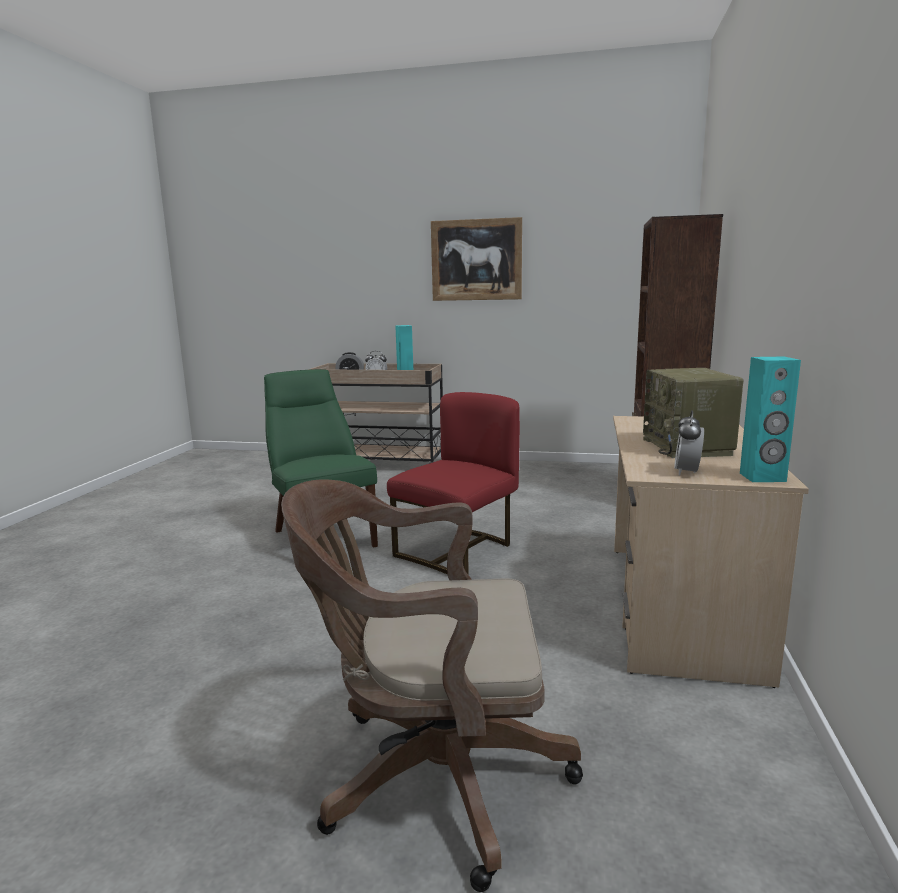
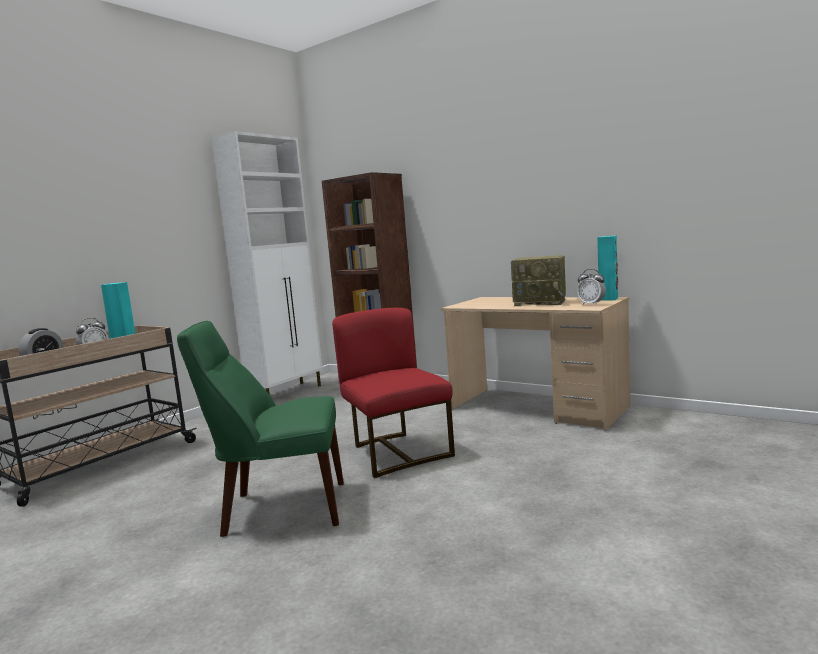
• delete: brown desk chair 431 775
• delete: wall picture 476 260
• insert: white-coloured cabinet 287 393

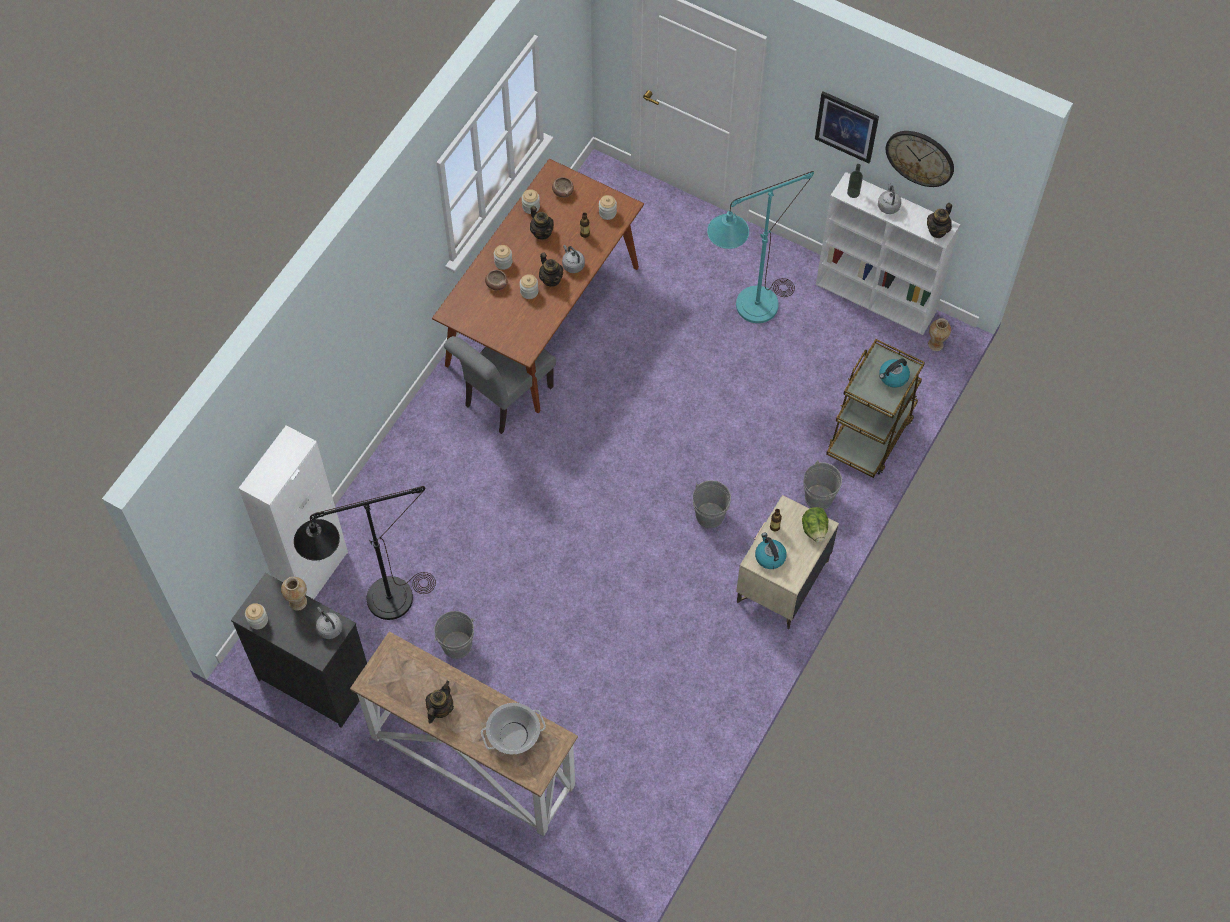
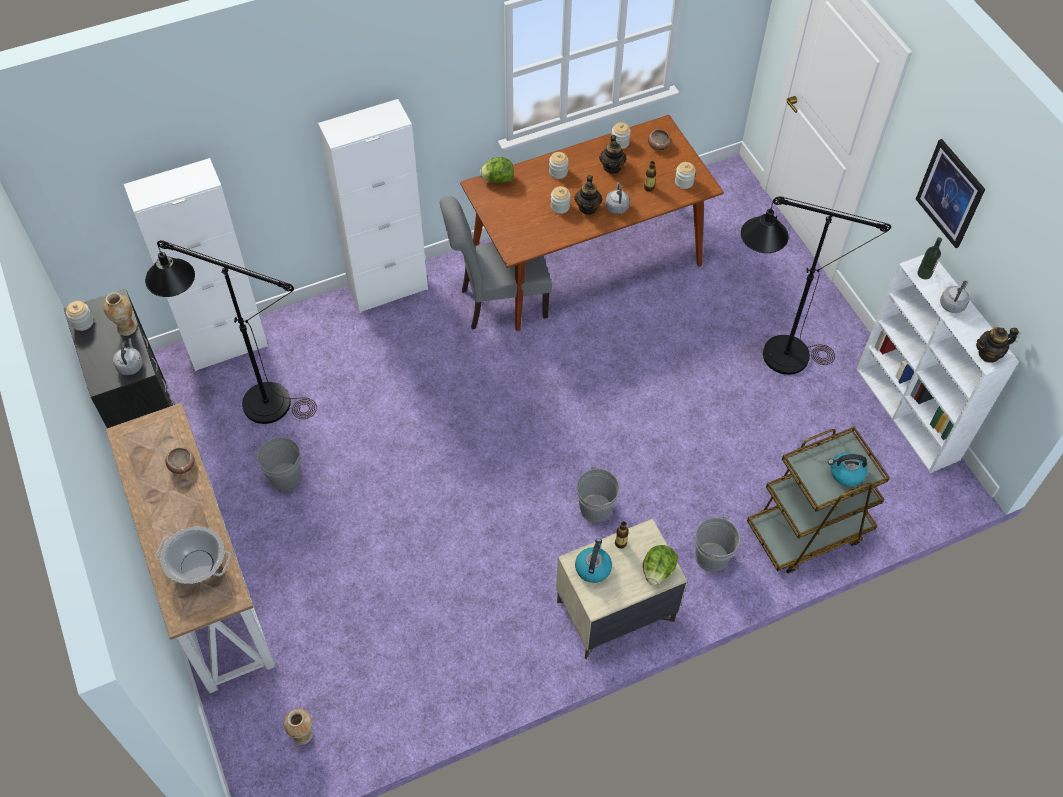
• delete: tea pot 440 709
• move: bowl 496 284 to 182 465
• recolor: turquoise-coloured standing lamp 747 311 to blackish standing lamp 772 355
• delete: clock on the wall 920 157
• move: vase 936 344 to 303 735
• insert: white-coloured cabinet 388 289
• insert: lettuce 497 180

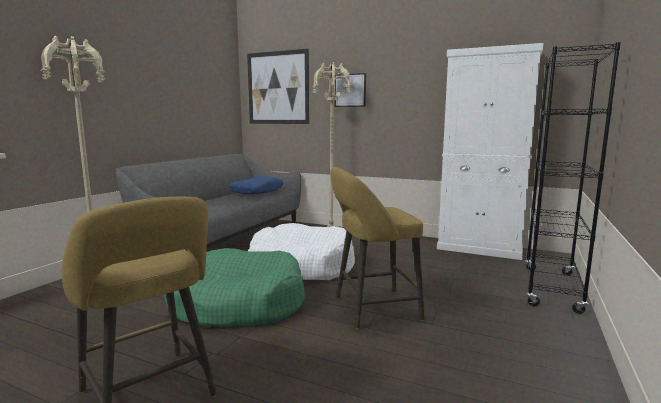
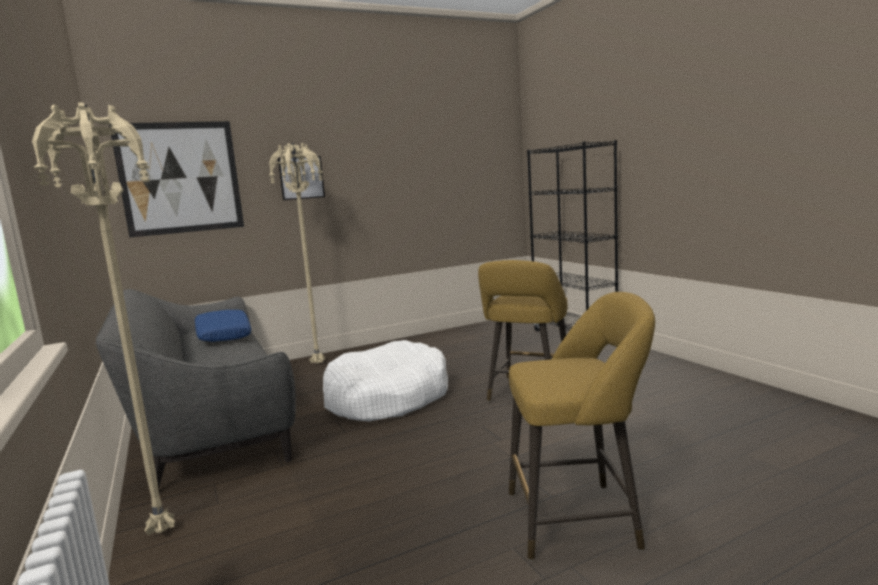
• delete: green dog cushion 238 303
• delete: white-coloured cabinet 479 248

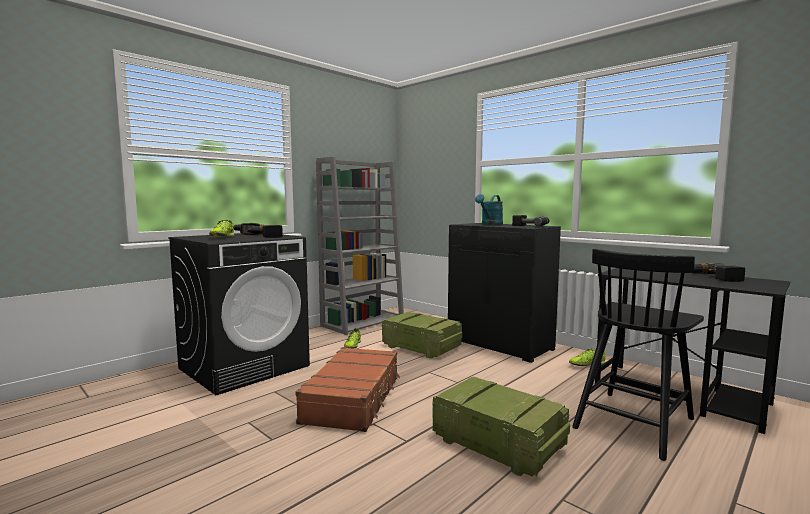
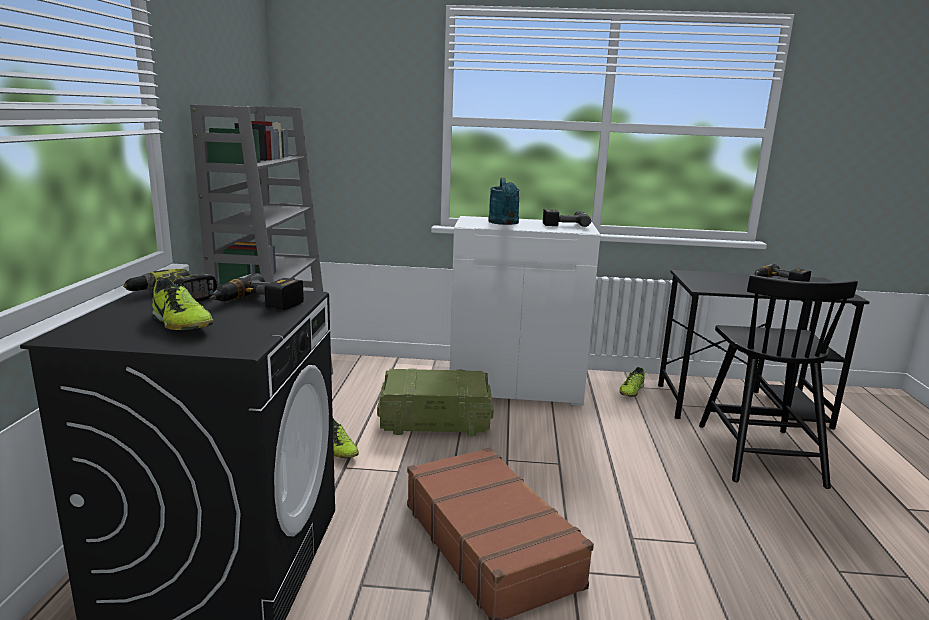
• delete: shipping crate 499 443
• recolor: blackish cabinet 500 344 to white-coloured cabinet 516 387

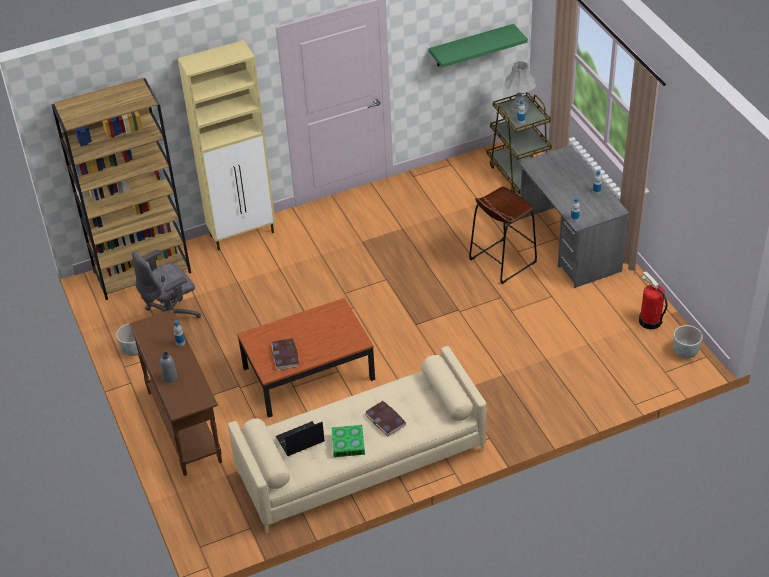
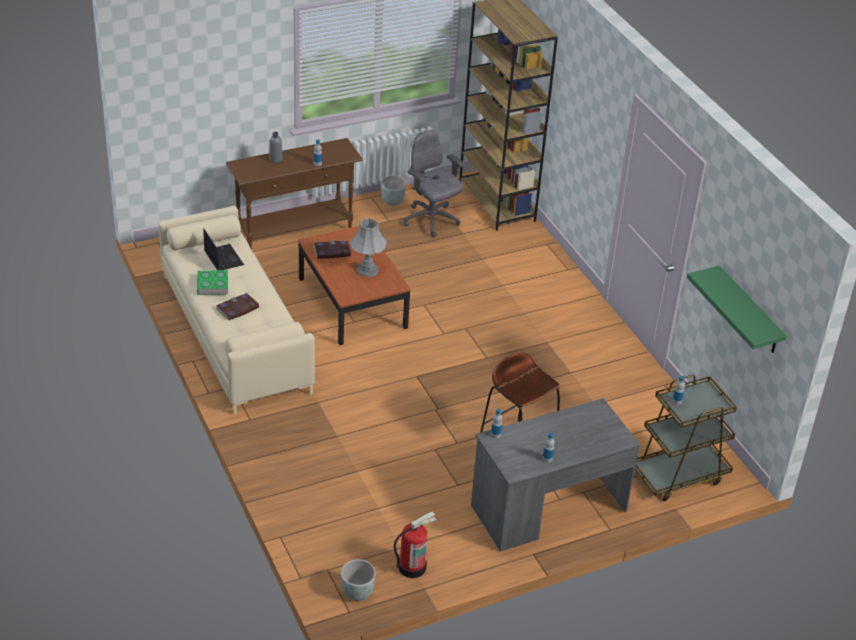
• delete: sand-coloured cabinet 243 234
• move: greyish tabletop lamp 519 107 to 367 270

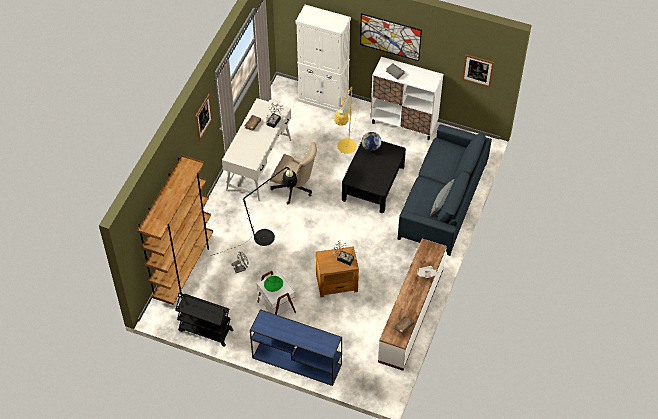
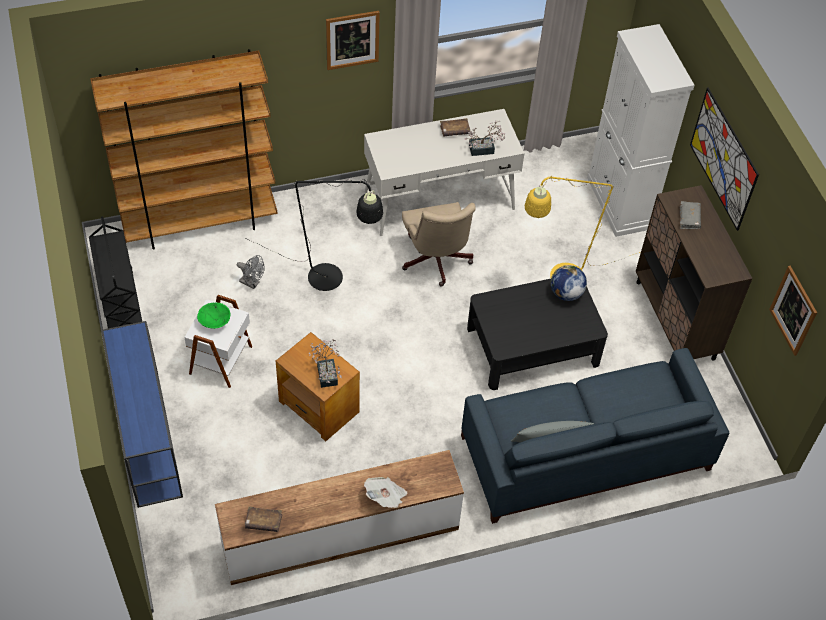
• recolor: white-coloured cabinet 404 124 to brown cabinet 675 320

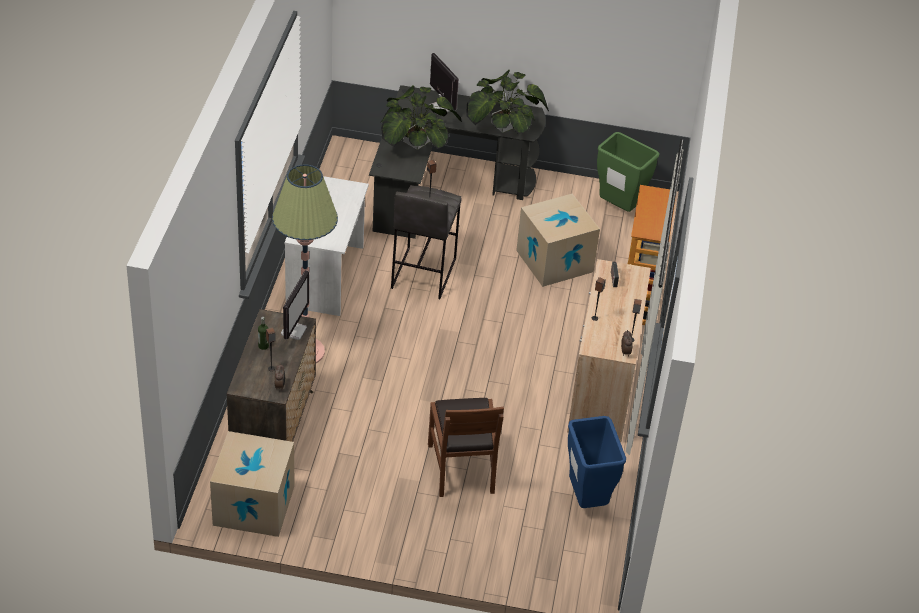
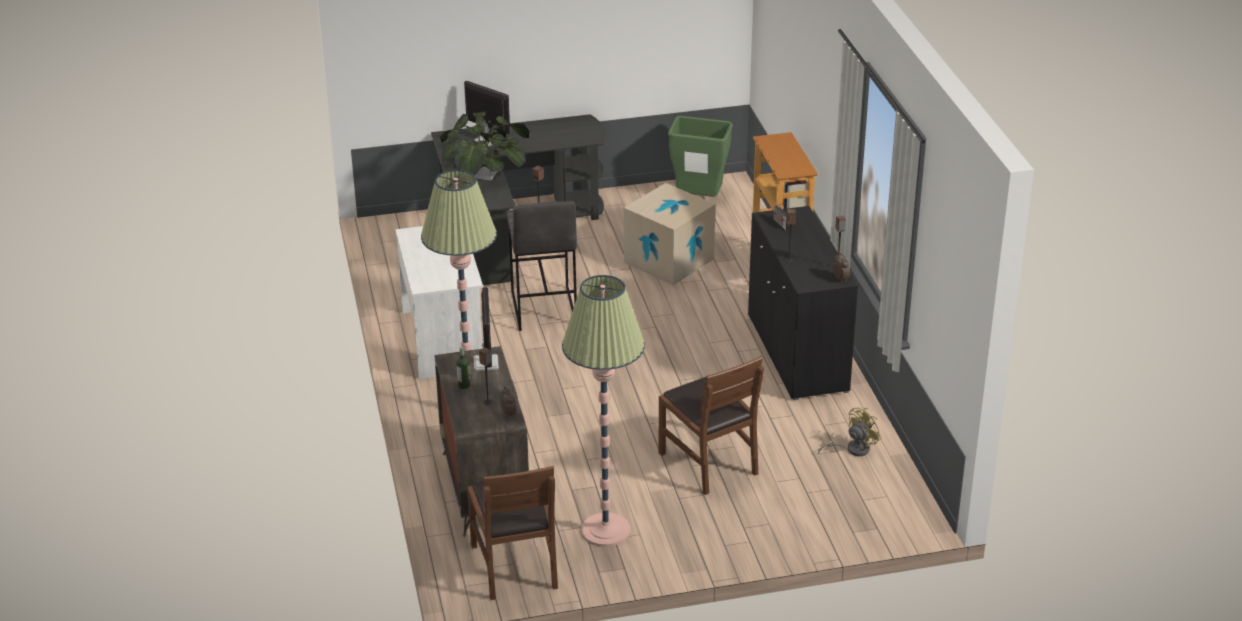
• replace: packing box 254 505 to brown plain chair 515 565
• delete: houseplant 504 124
• recolor: sand-coloured cabinet 602 389 to blackish cabinet 797 353
• replace: blue-coloured trash can 586 499 to yellowish fan 852 449
• insert: standing lamp 605 530

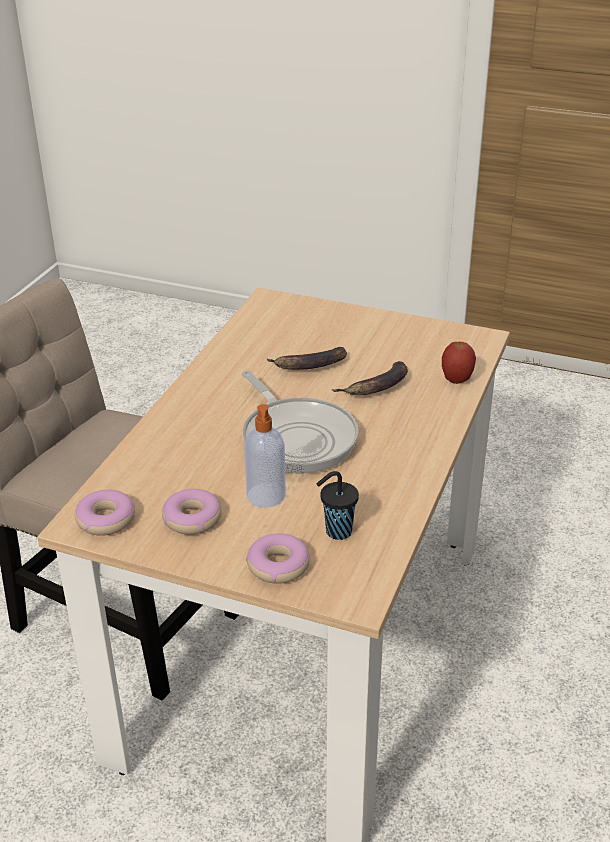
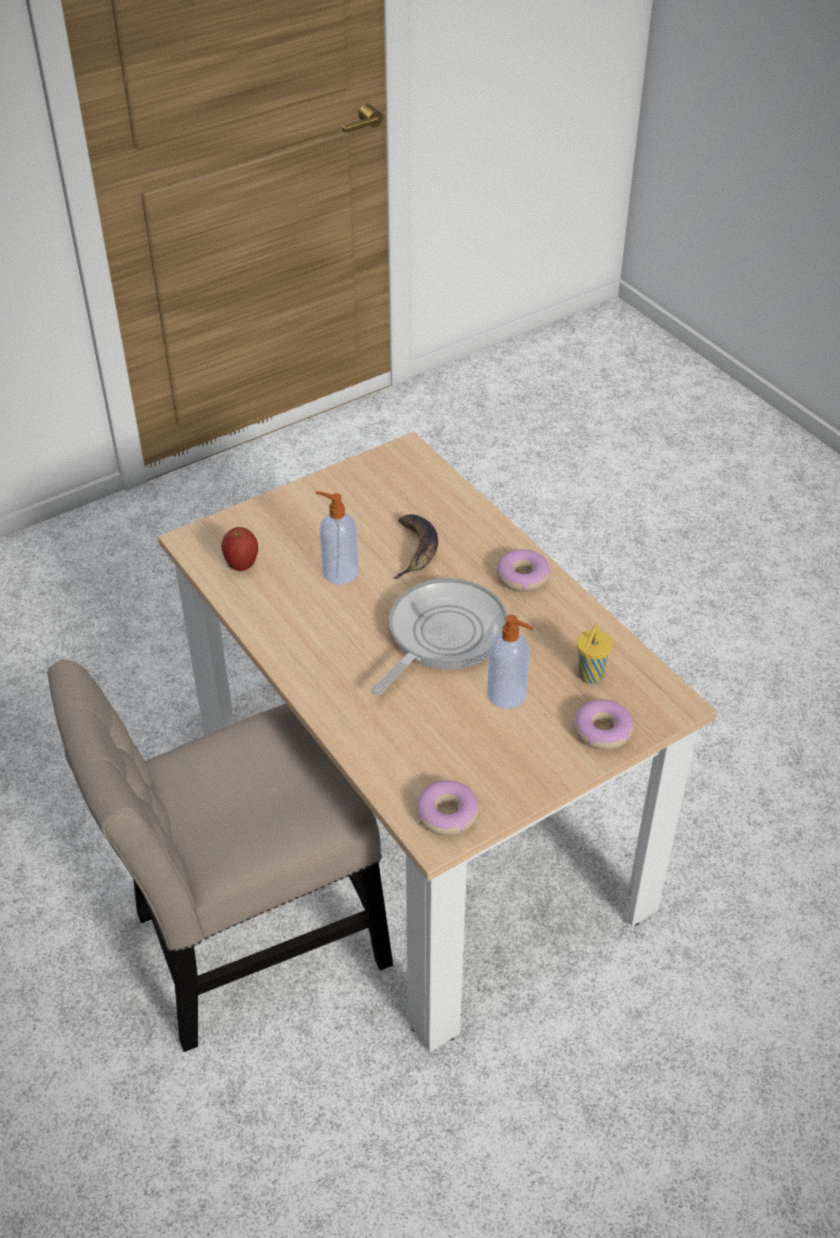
• move: donut 192 518 to 522 577
• rotate: frying pan 296 438 = 442 636 60 degrees counterclockwise
• replace: whole banana 309 365 to soap dispenser 339 572
• recolor: blackish small cup 337 532 to yellowish small cup 589 676
• move: apple fruit 456 380 to 242 566

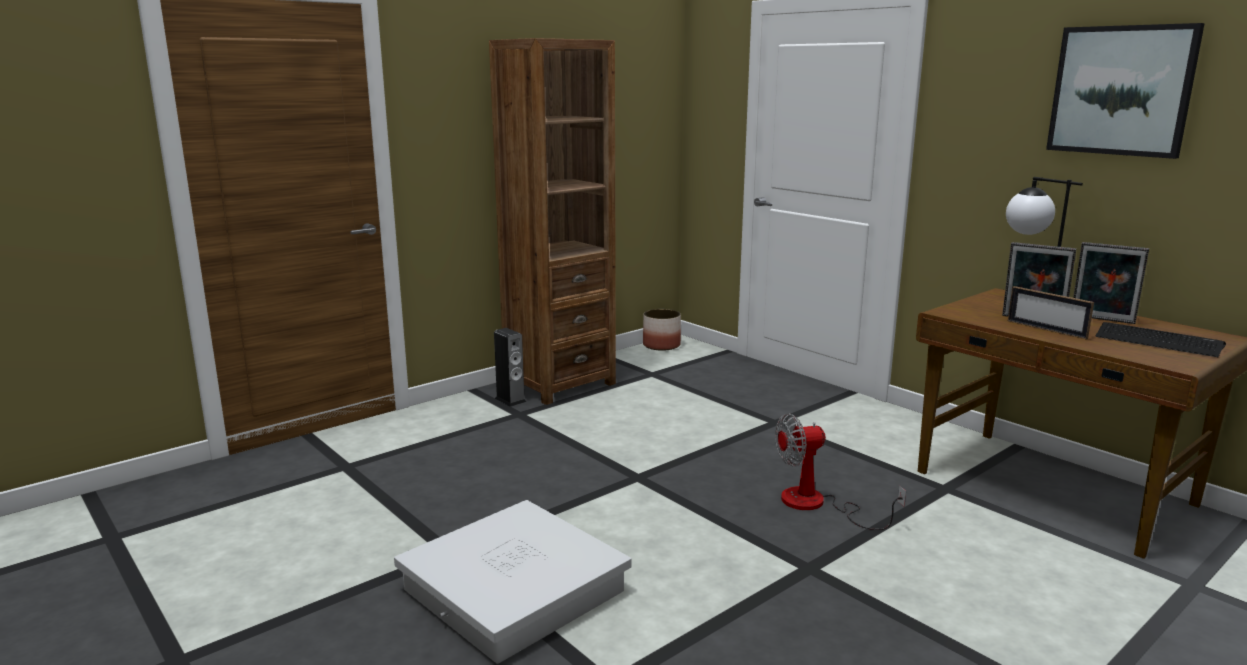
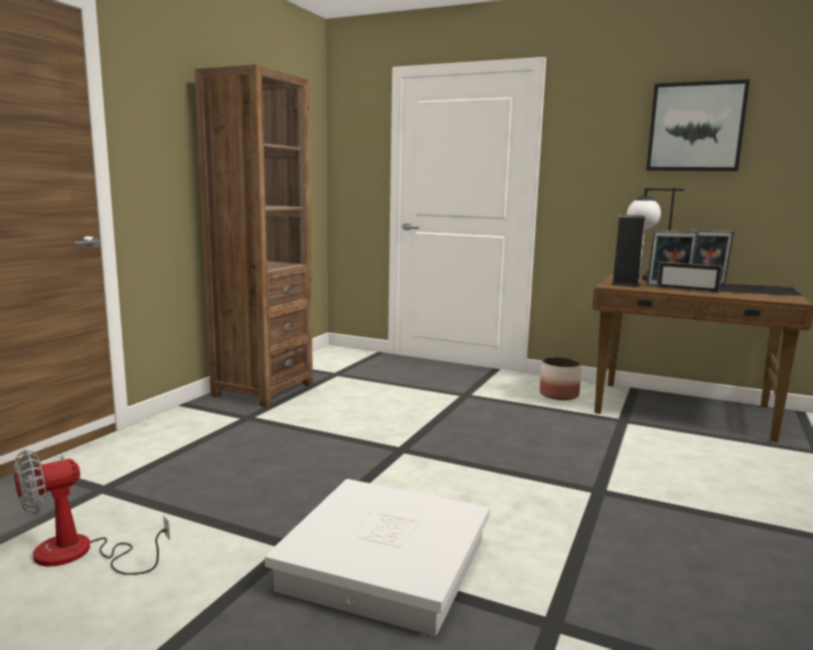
• move: speaker 510 400 to 625 284
• move: flower pot 662 345 to 559 394
• move: fan 817 505 to 79 554

